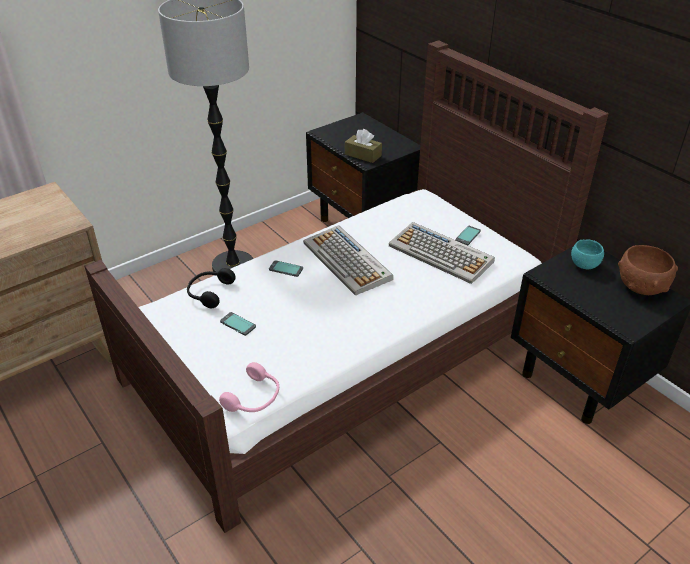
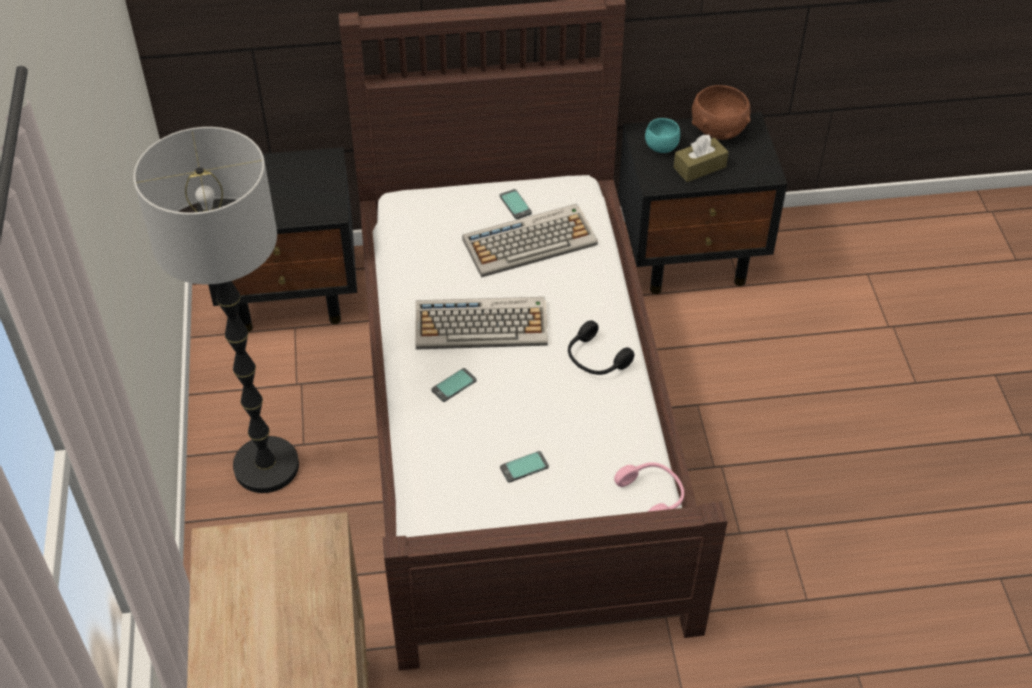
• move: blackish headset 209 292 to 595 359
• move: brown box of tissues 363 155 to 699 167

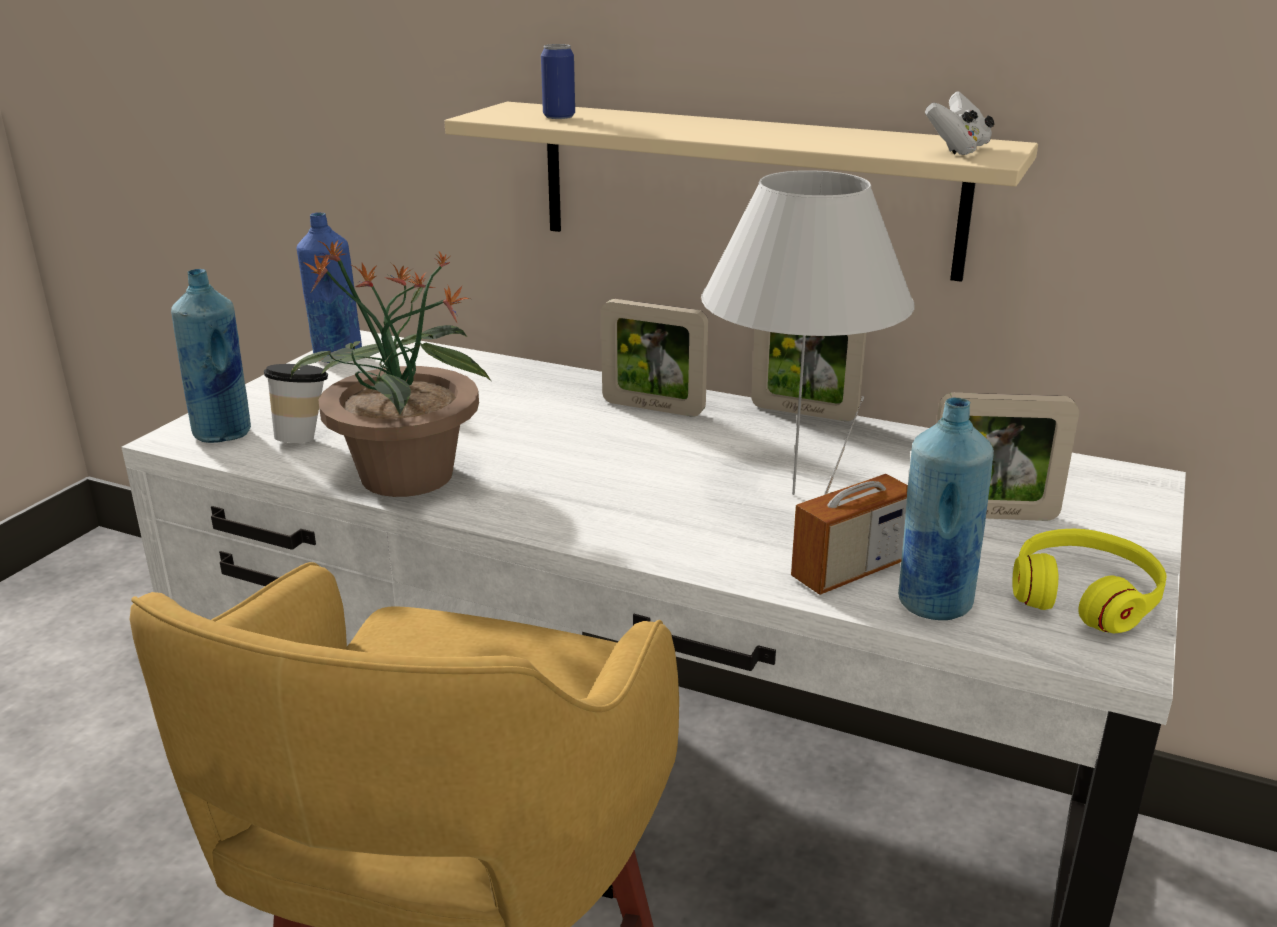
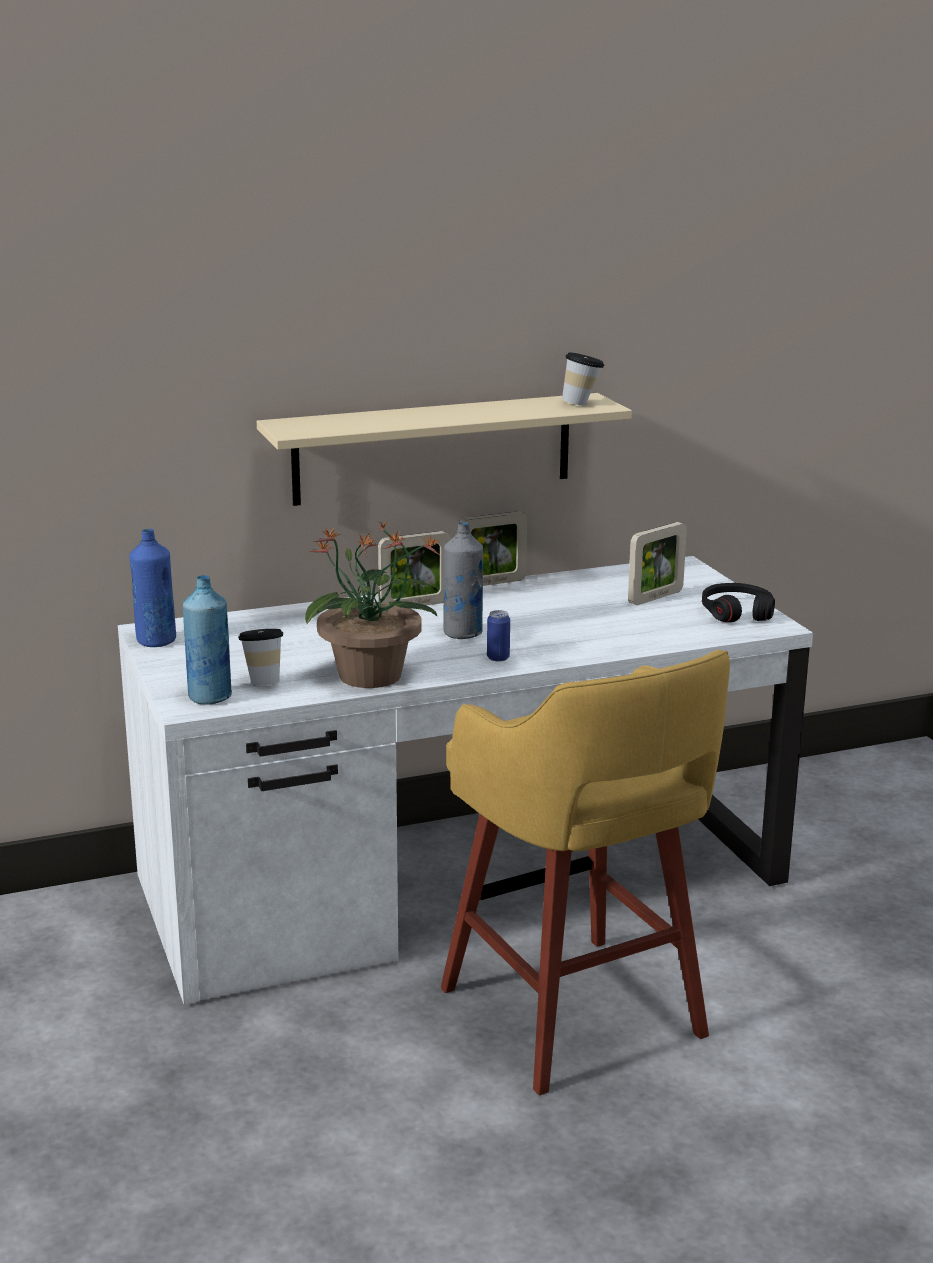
• move: can 559 117 to 498 658
• delete: white-coloured tabletop lamp 793 494
• delete: radio 850 570
• delete: blue-coloured drink bottle 933 603
• replace: white-coloured gamepad 957 150 to small cup 582 404
• recolor: yellowish headset 1084 595 to blackish headset 736 612
• insert: greyish drink bottle 463 633

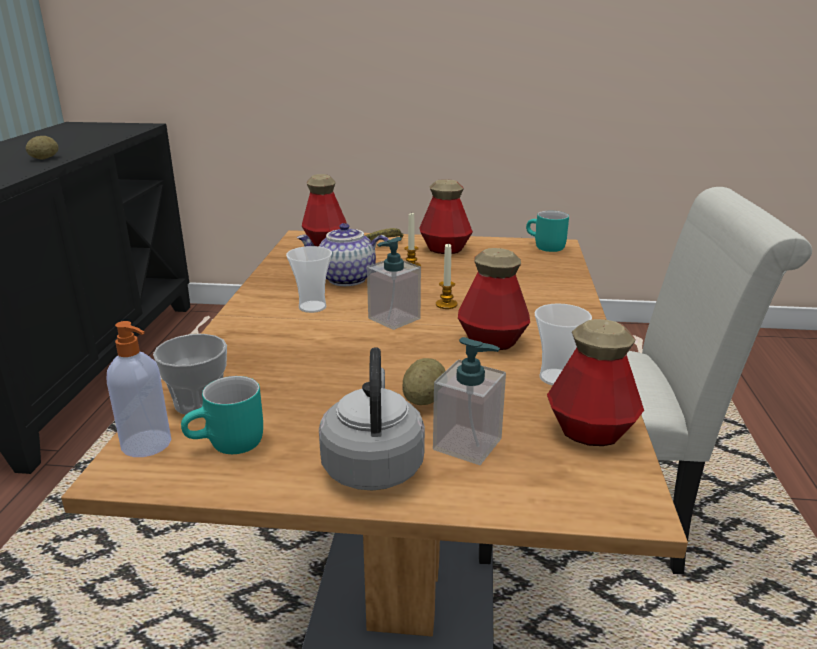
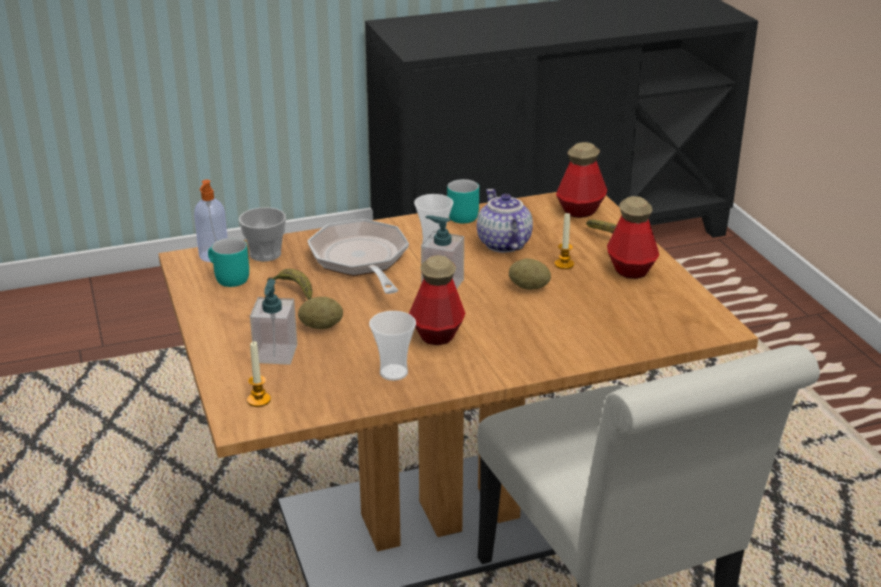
• move: potato 44 158 to 529 287
• delete: greyish tea kettle 373 465
• move: wax candle 446 304 to 259 400
• move: turquoise-coloured mug 544 247 to 462 215
• delete: drink bottle 590 432
• insert: whole banana 293 290
• insert: frying pan 361 260

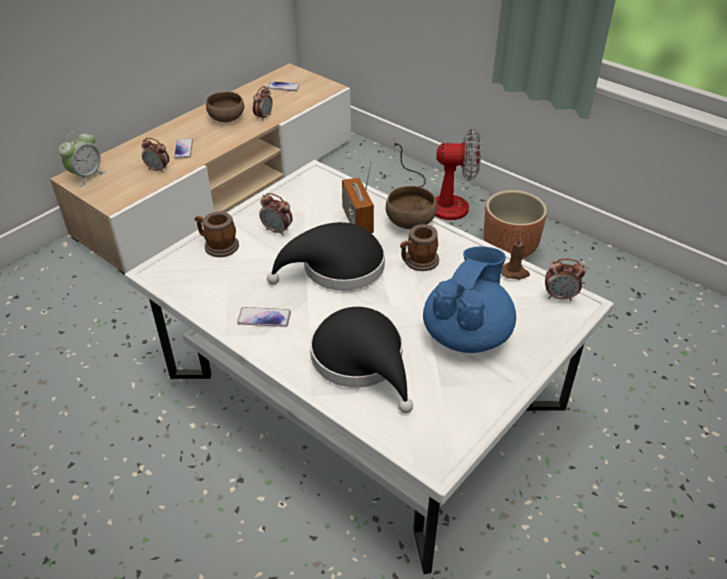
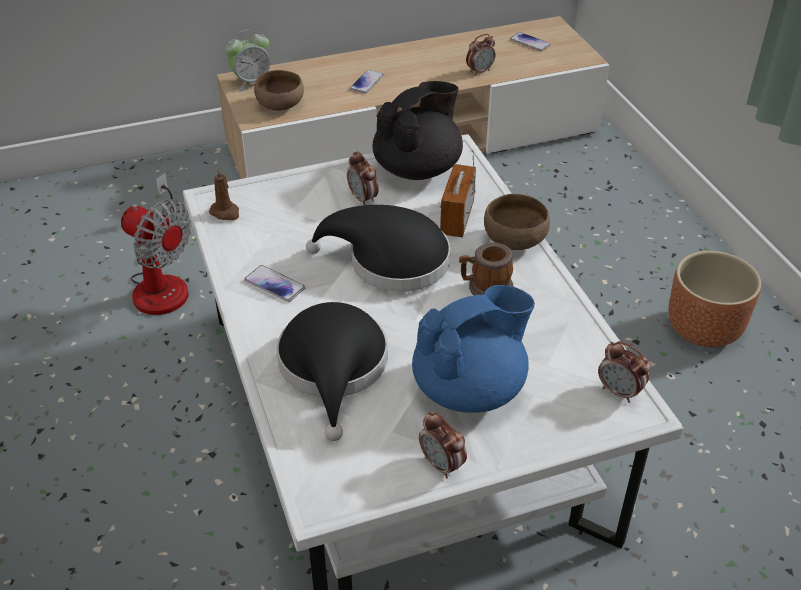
• move: table clock 158 169 to 442 465
• delete: mug 218 246
• move: brown bowl 227 118 to 281 105
• move: fan 439 201 to 163 281
• move: brown wax candle 515 273 to 225 212
• insert: blackish tea pot 418 168

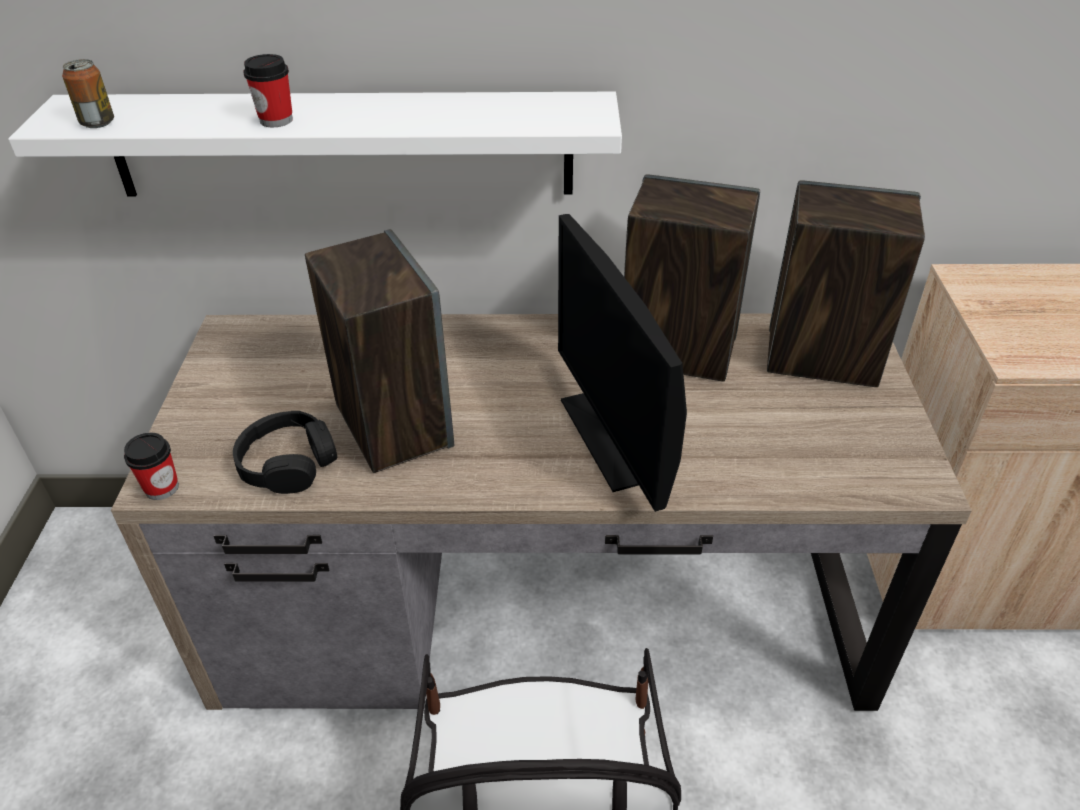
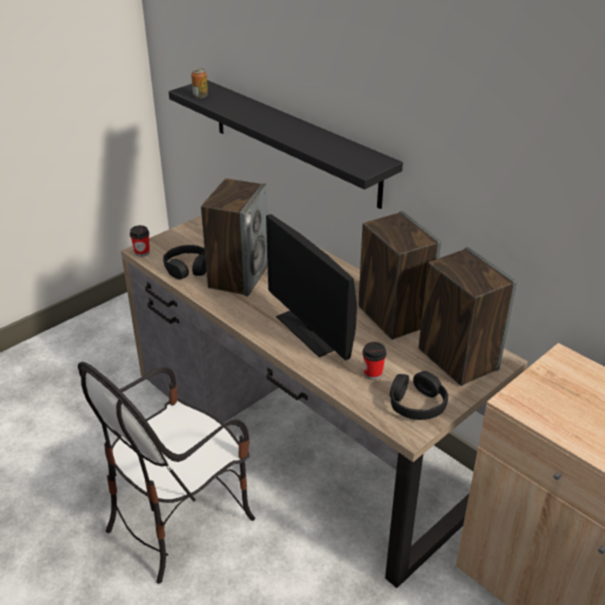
• recolor: white-coloured wall shelf 341 145 to blackish wall shelf 294 142
• move: small cup 276 120 to 372 373
• rotate: monitor 614 436 = 311 330 60 degrees counterclockwise
• insert: blackish headset 417 403

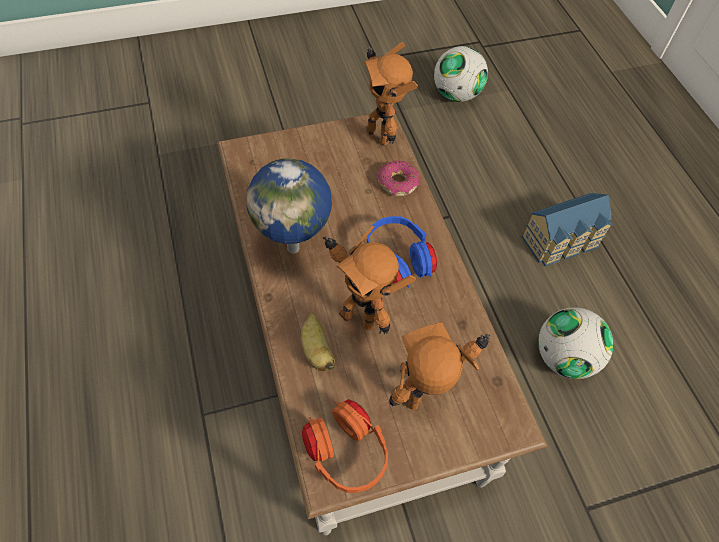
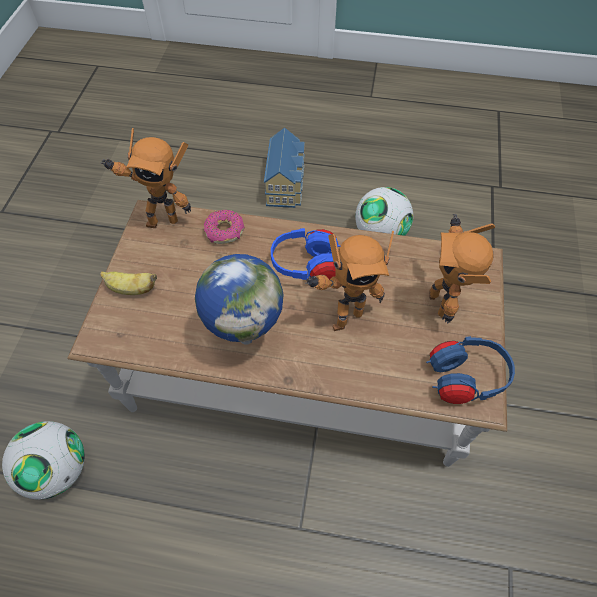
• move: whole banana 316 350 to 131 289
• recolor: orange-coloured headset 345 453 to blue-coloured headset 464 379
• move: ball for football 456 94 to 58 470

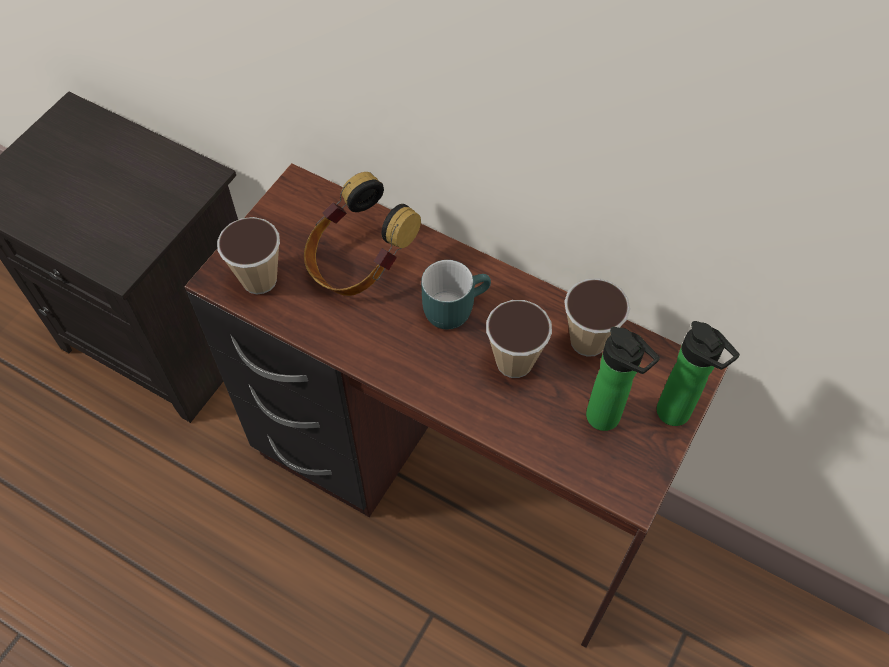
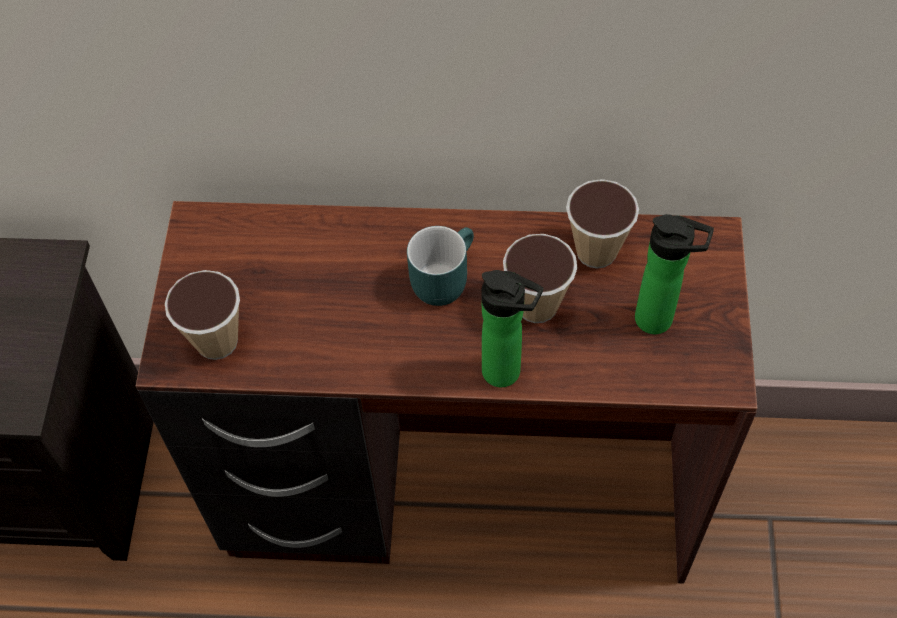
• delete: headset 359 263
• move: drink bottle 677 415 to 507 373

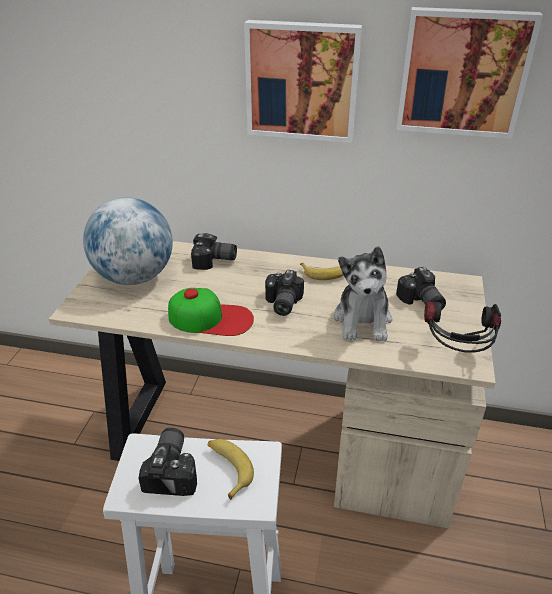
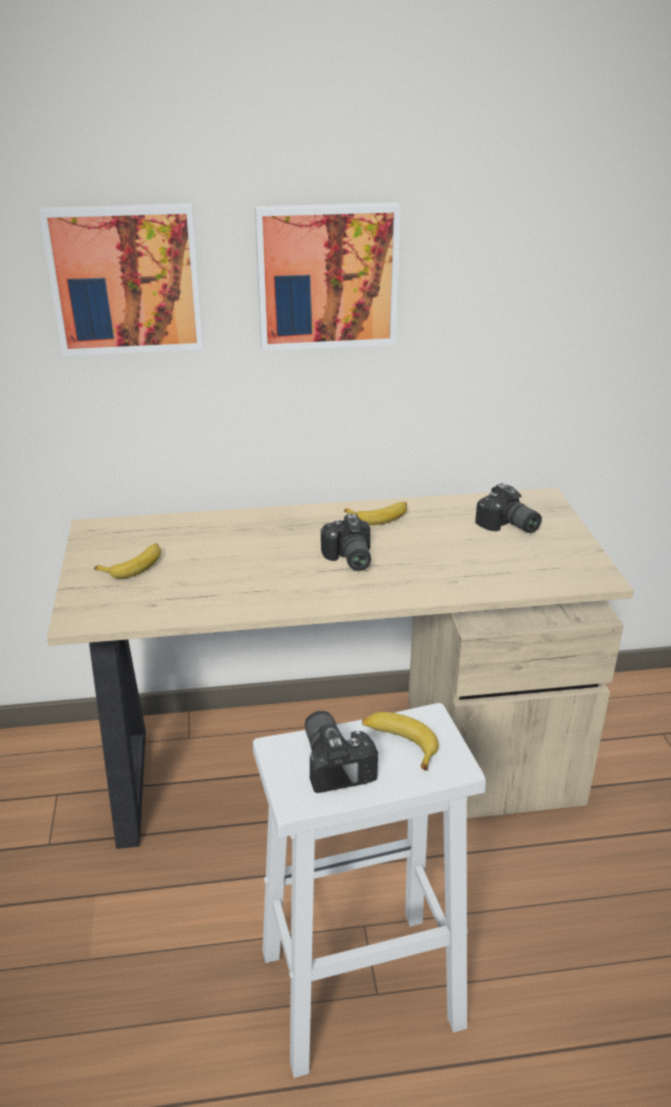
• replace: globe 135 277 to whole banana 134 566
• delete: peaked cap 211 318
• delete: photo camera 214 261
• delete: plush toy 363 320
• move: wall picture 463 73 to 126 279
• delete: headset 455 355

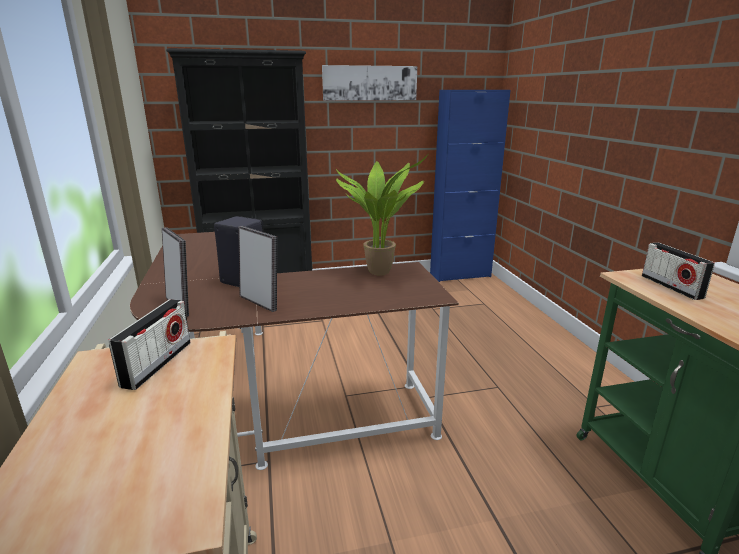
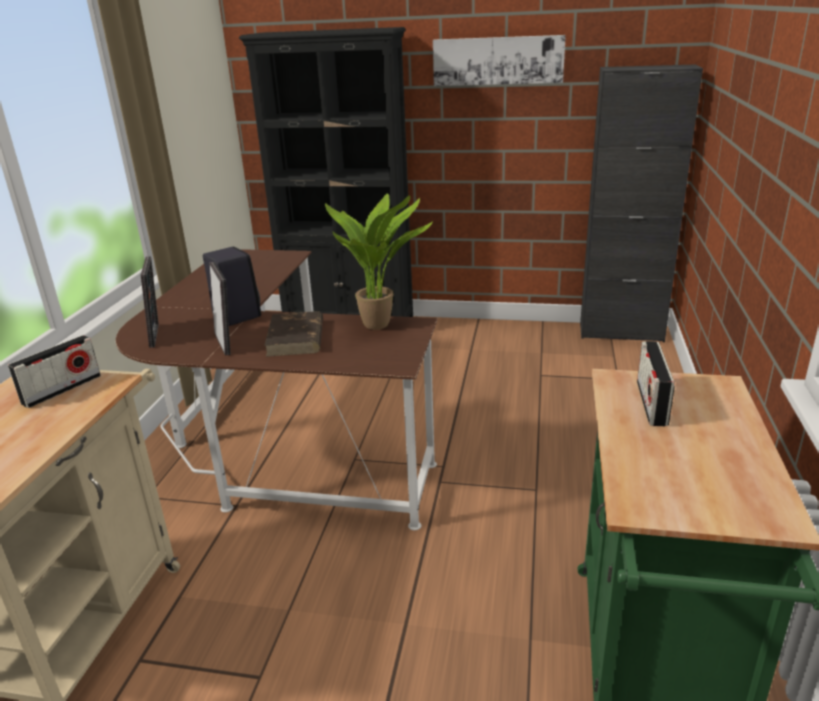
• recolor: blue-coloured cabinet 460 275 to blackish cabinet 621 332
• insert: brown volume 296 338

